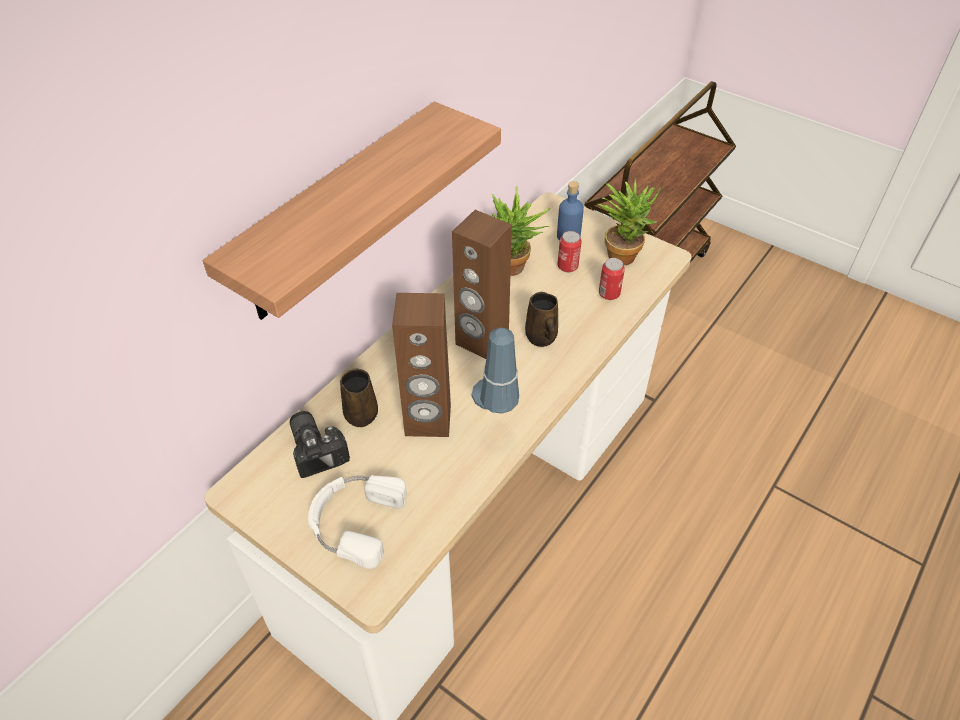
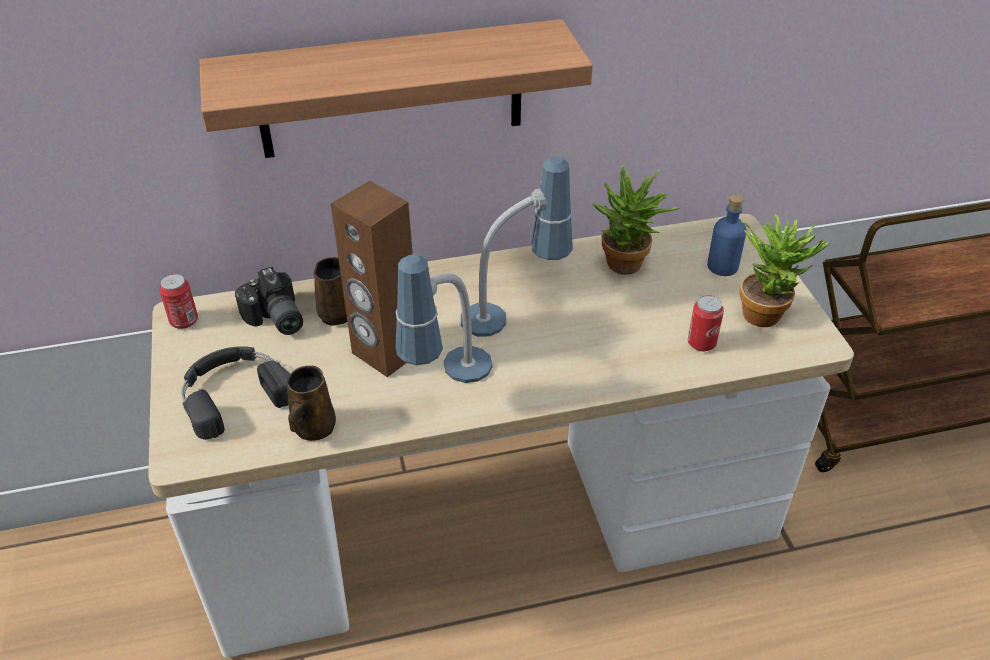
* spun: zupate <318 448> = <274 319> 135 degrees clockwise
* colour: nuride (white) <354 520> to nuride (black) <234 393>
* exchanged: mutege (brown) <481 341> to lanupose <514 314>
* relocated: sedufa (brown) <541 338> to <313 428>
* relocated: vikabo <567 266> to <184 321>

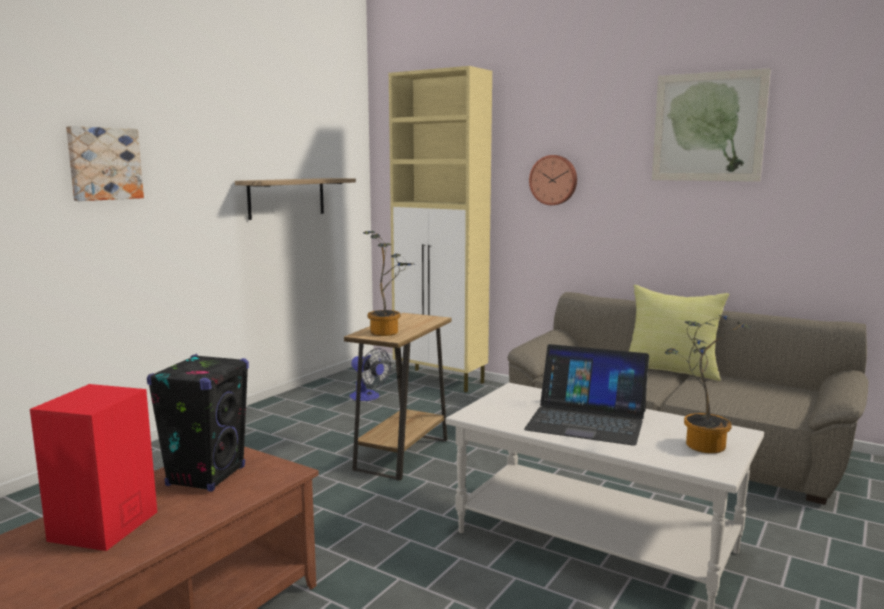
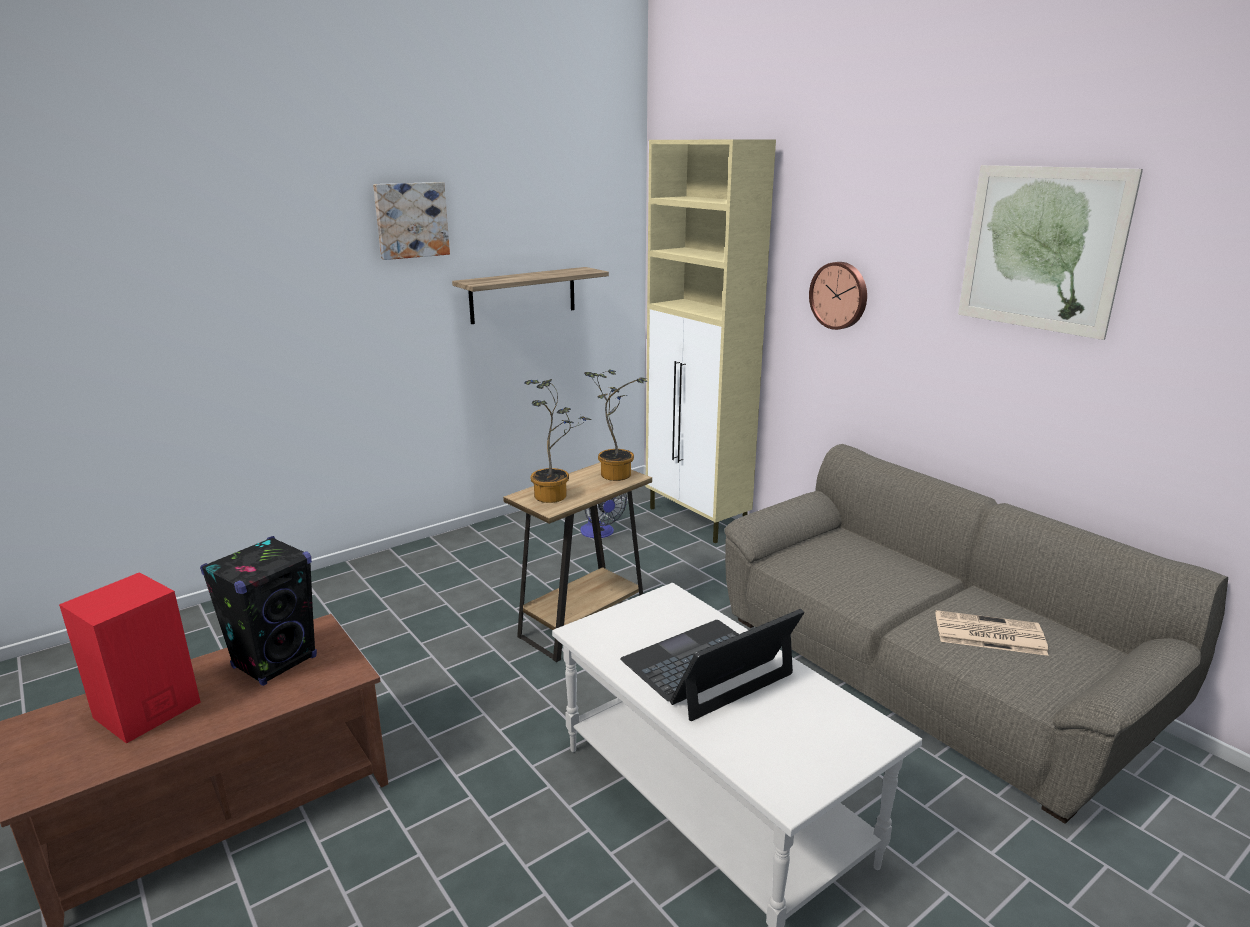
* relocated: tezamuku <104 164> to <411 220>
* spun: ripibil <587 420> = <707 668> 105 degrees clockwise
* missing: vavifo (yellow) <672 369>
* relocated: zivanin <700 444> to <615 473>
* appeared: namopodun <987 634>

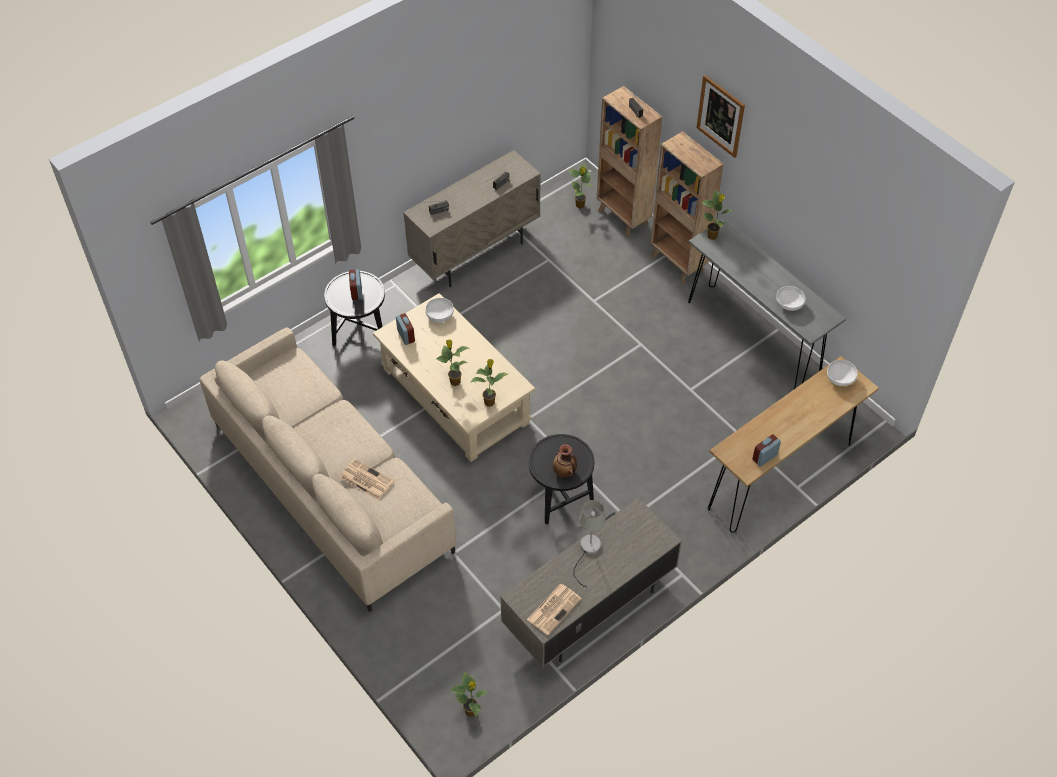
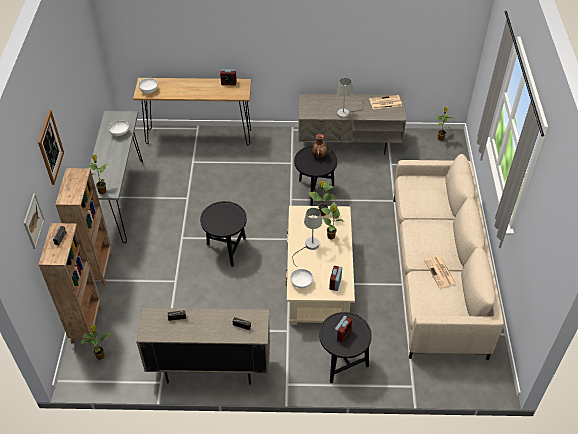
* relocated: namopodun <365 479> to <440 272>
* appeared: tezamuku <33 221>
* appeared: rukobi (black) <226 249>
* appeared: lanupose (grey) <309 247>

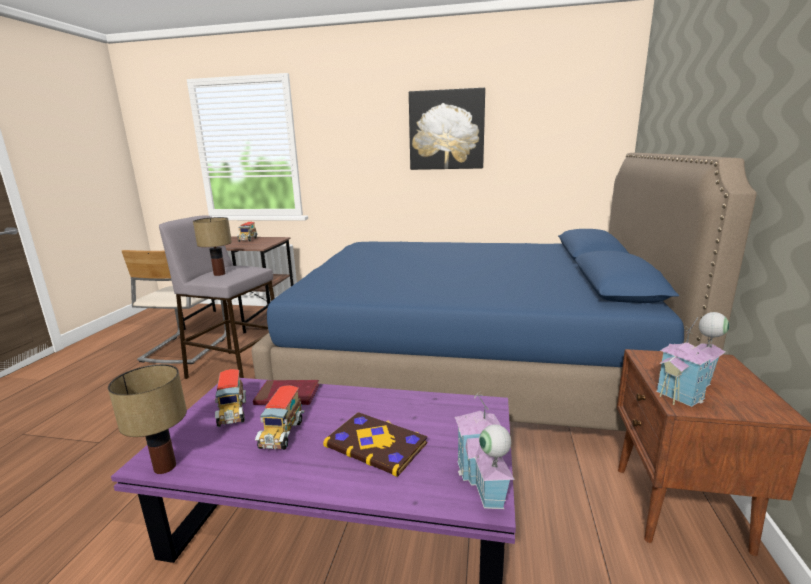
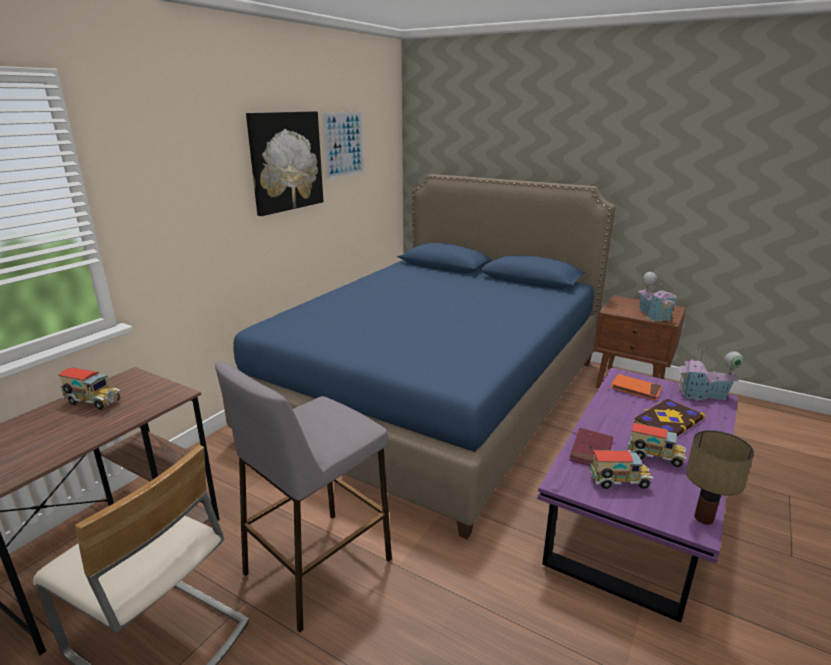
* missing: lanupose <219 274>
* appeared: tezamuku <344 144>
* appeared: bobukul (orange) <635 389>

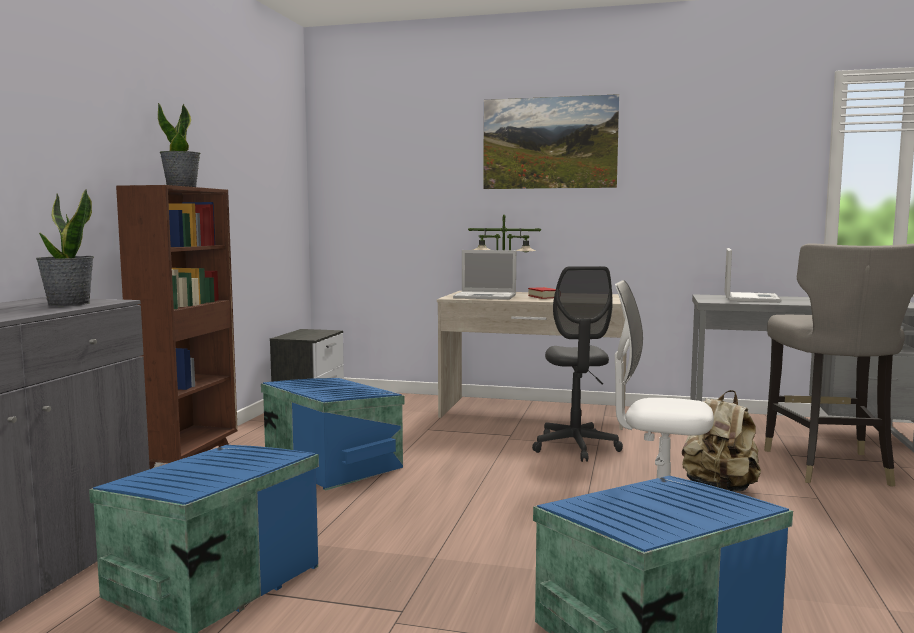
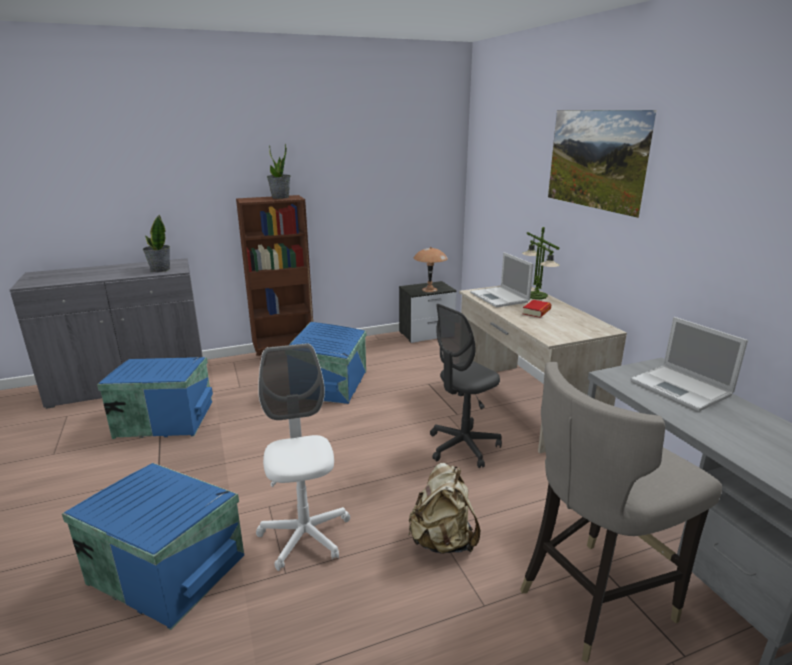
* spun: ripibil <750 298> = <682 388> 75 degrees clockwise
* appeared: lanupose (brown) <429 290>

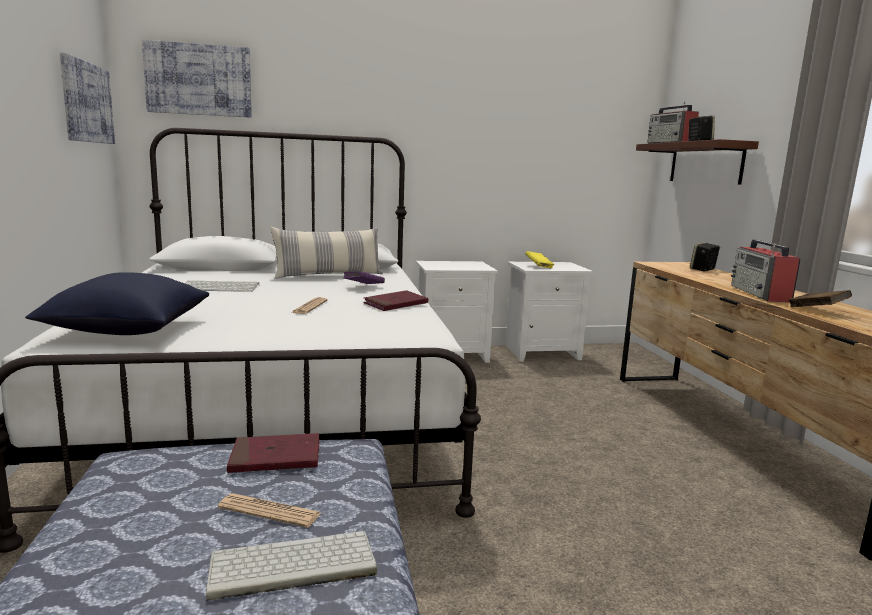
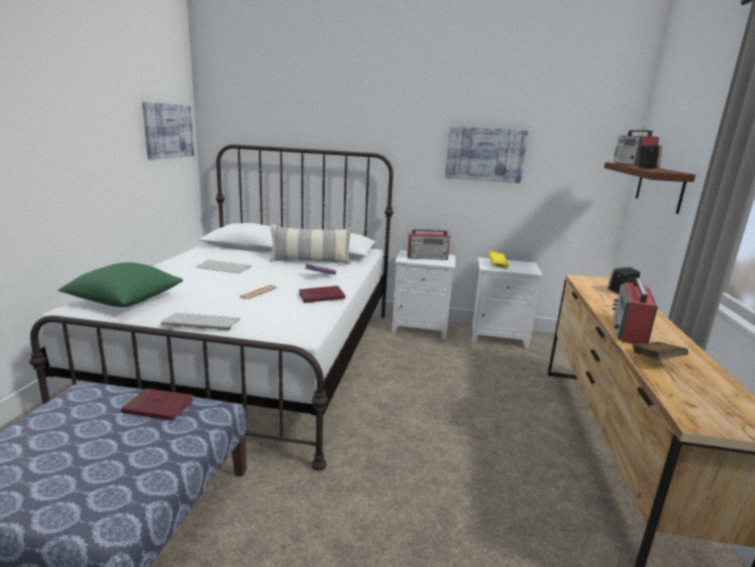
* colour: vavifo (blue) <128 330> to vavifo (green) <125 301>
* relocated: tezamuku <199 80> to <485 154>
* relocated: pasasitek <290 566> to <200 322>
* missing: namopodun <269 511>
* appeared: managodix <428 257>

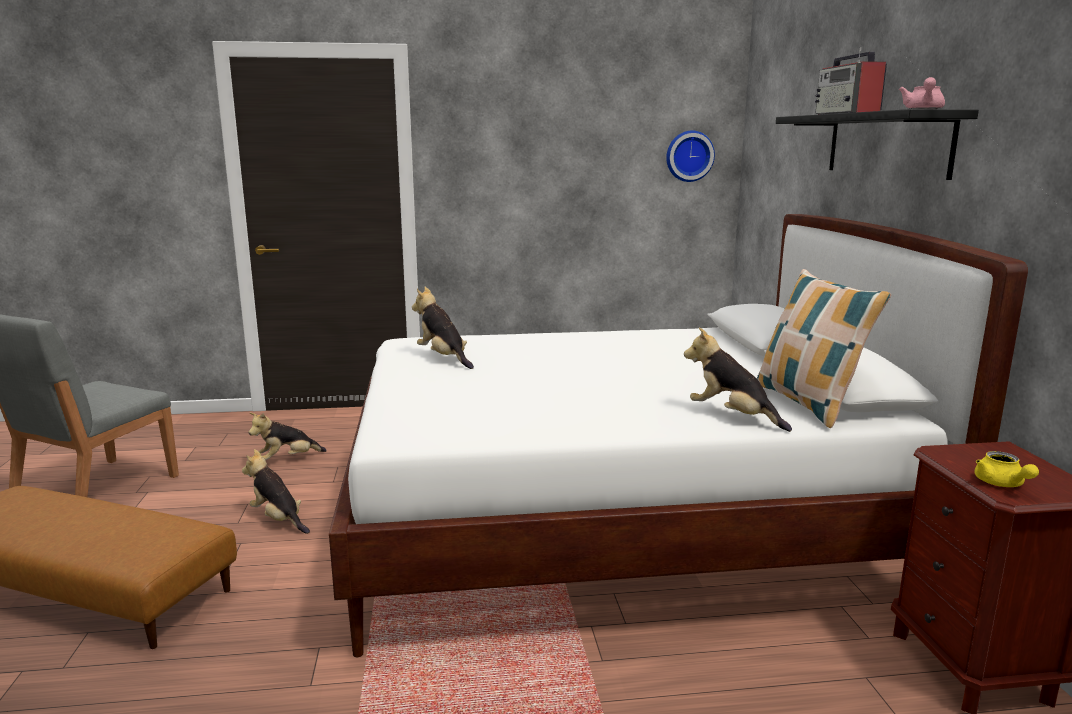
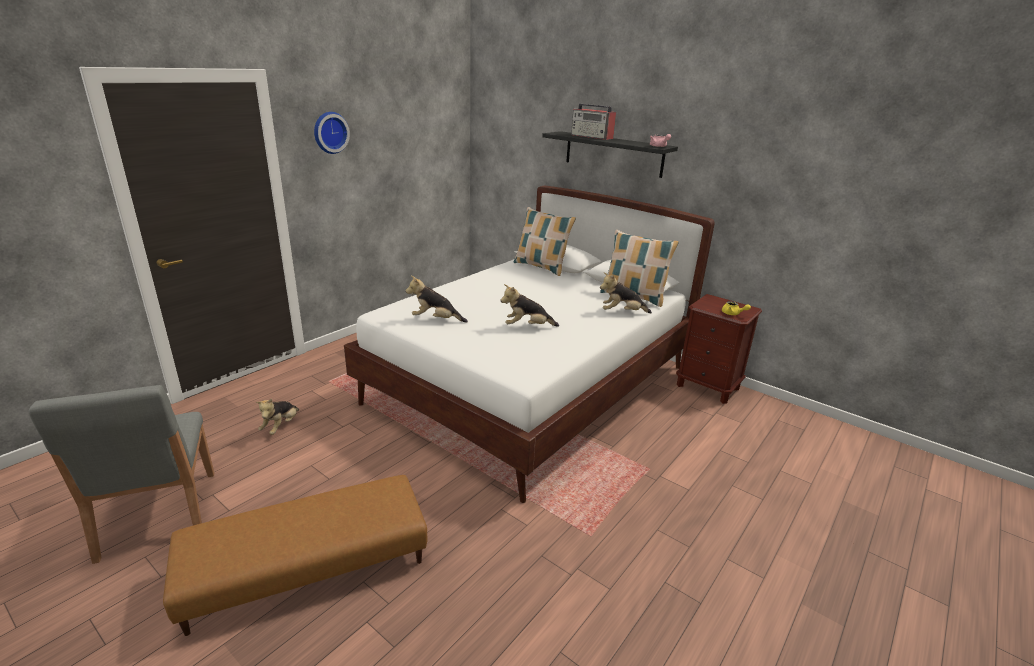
* relocated: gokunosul <278 519> to <527 327>
* relocated: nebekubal <689 156> to <329 132>
* appeared: vavifo <541 267>

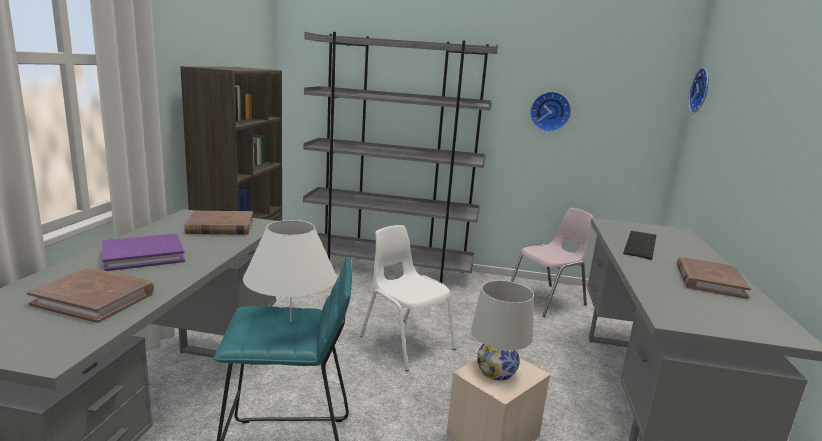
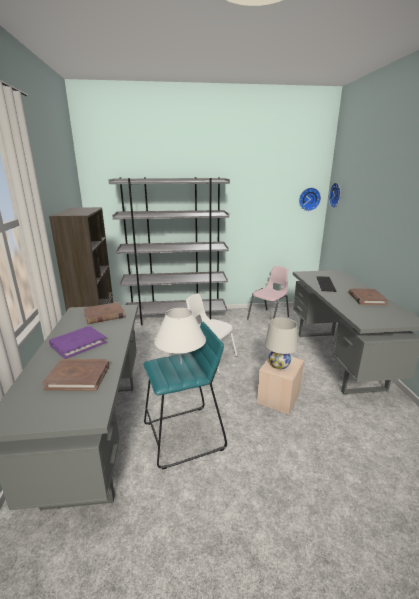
* relocated: nebekubal <550 111> to <309 199>

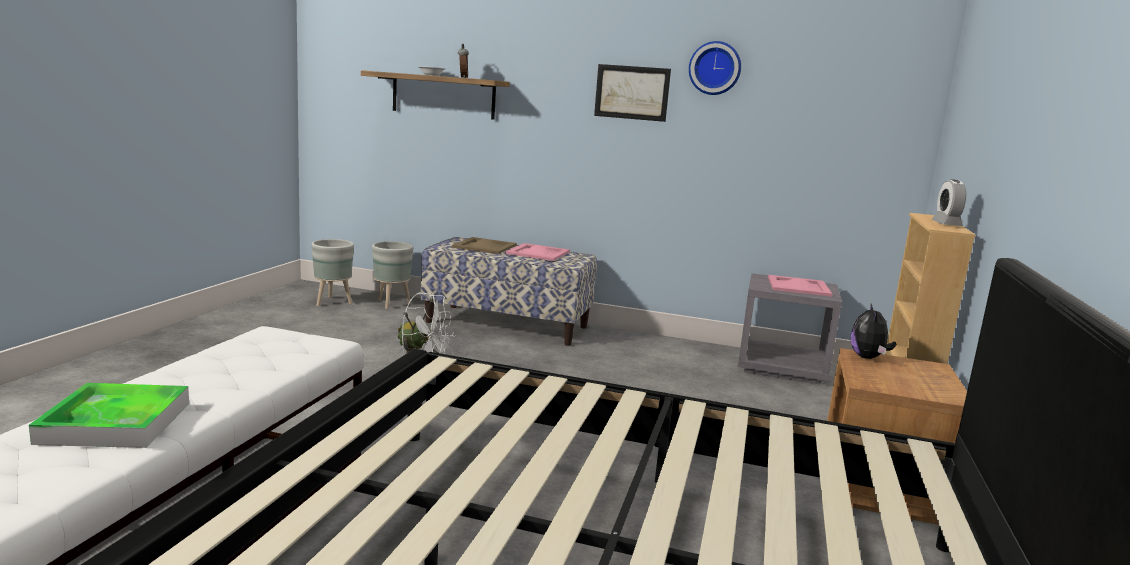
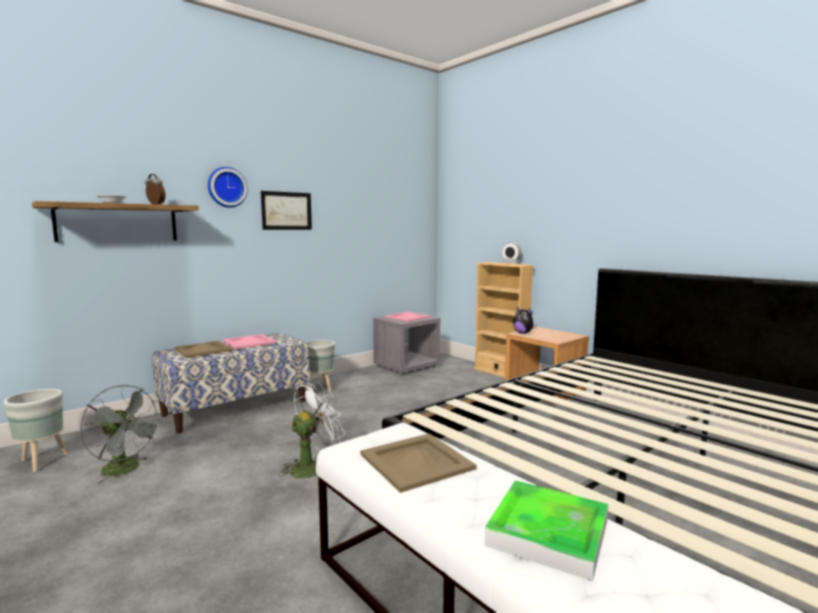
* relocated: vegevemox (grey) <391 303> to <319 389>
* relocated: nebekubal <715 68> to <226 187>
* appeared: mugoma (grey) <126 470>
* appeared: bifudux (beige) <416 462>

